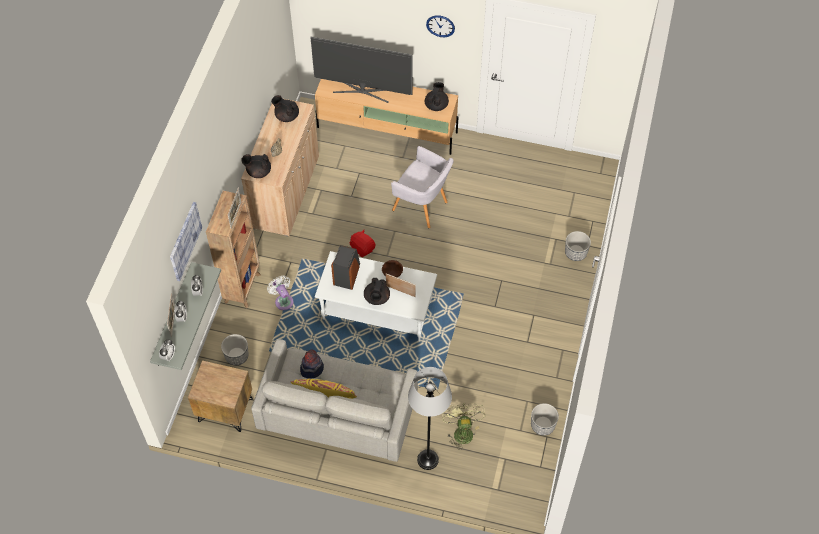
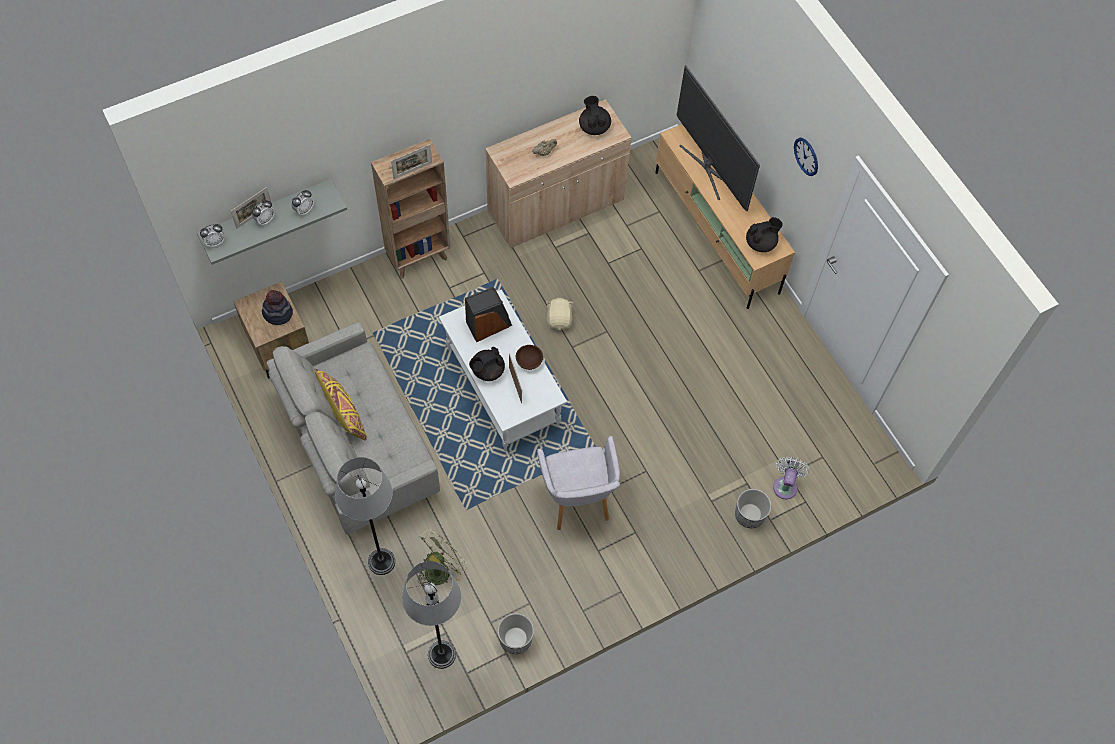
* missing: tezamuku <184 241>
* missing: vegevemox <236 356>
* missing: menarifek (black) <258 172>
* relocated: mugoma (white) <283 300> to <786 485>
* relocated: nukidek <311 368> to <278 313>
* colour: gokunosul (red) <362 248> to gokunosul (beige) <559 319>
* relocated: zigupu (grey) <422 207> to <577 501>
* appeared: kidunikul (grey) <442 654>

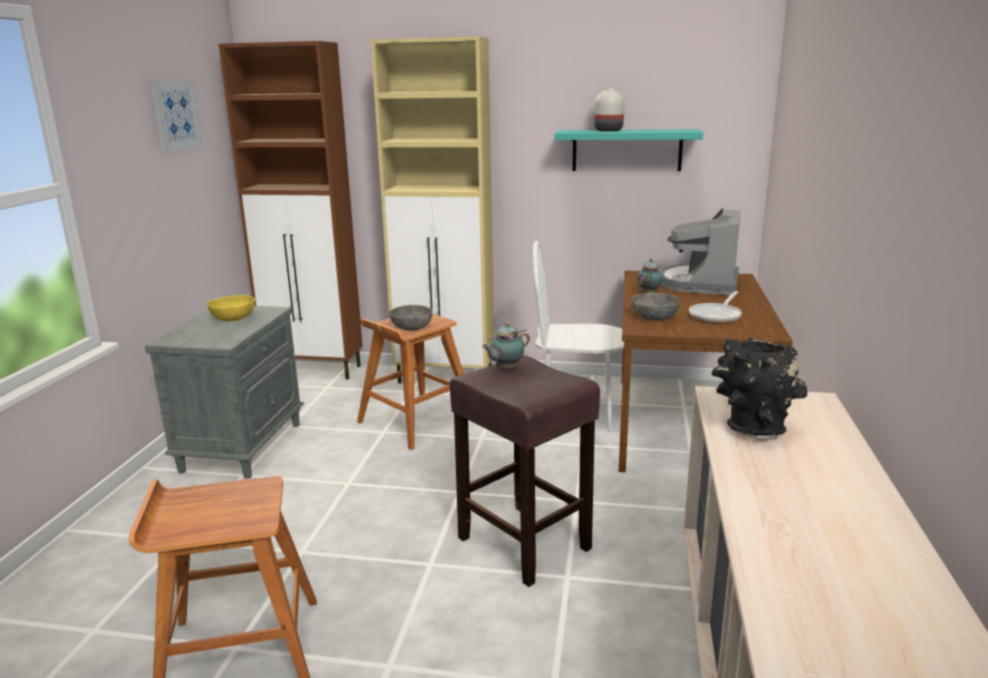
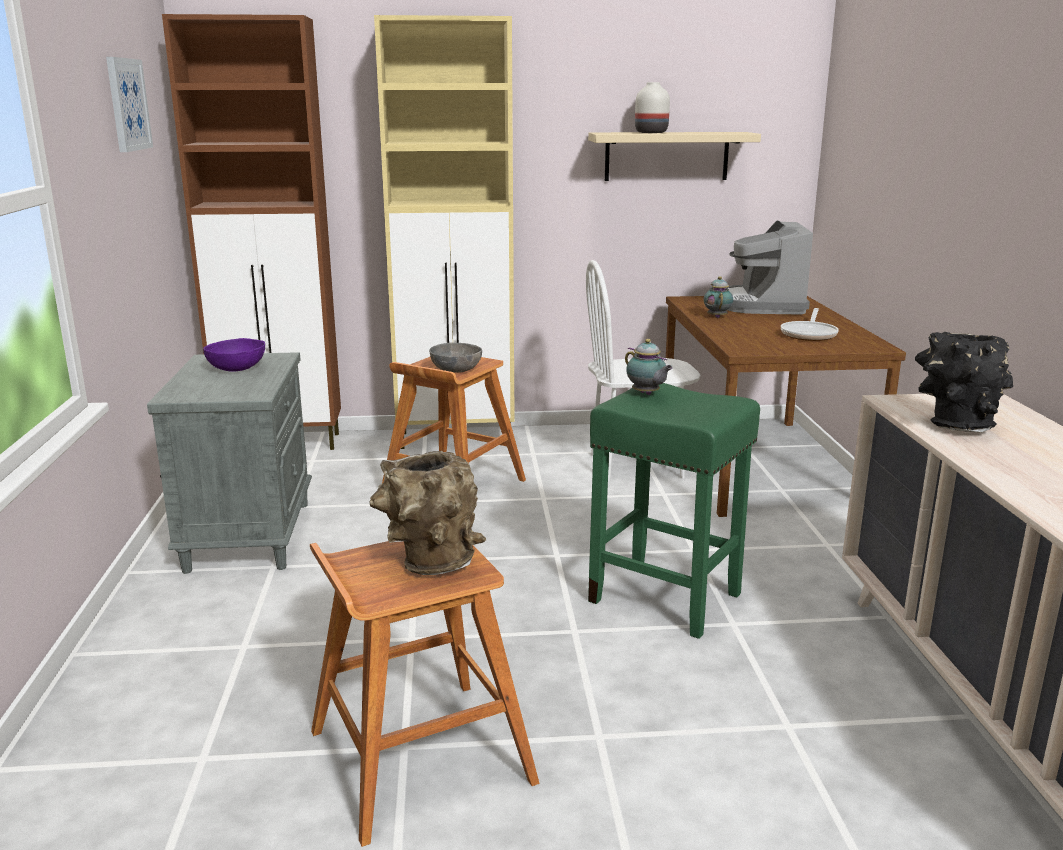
* colour: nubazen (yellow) <233 318> to nubazen (purple) <237 368>
* colour: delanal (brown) <526 544> to delanal (green) <667 598>
* spun: menarifek <506 369> = <646 394> 75 degrees counterclockwise
* colour: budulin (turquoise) <626 150> to budulin (beige) <666 156>
* missing: nubazen (grey) <654 317>
* appeared: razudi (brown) <429 565>

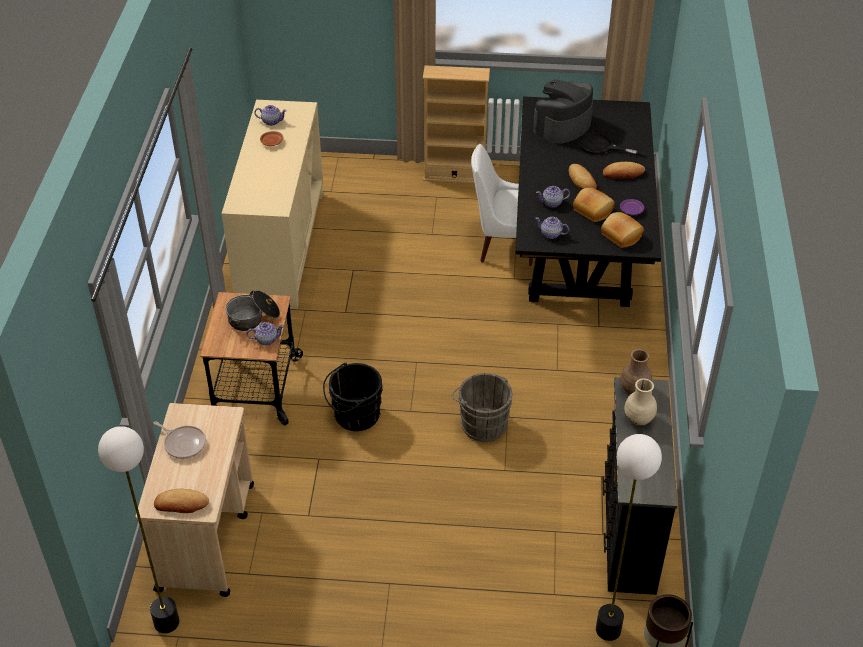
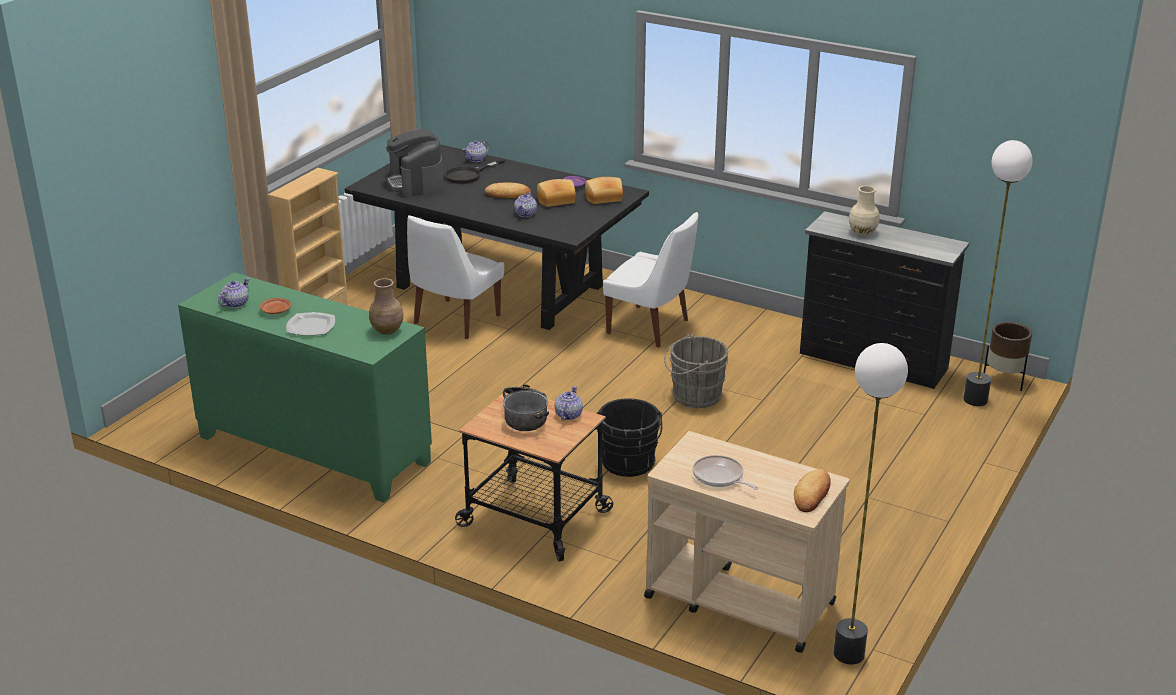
* spun: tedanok <183 443> = <720 477> 105 degrees counterclockwise
* colour: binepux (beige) <280 247> to binepux (green) <313 450>
* relocated: menarifek <551 234> to <476 159>
* missing: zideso <623 173>
* relocated: razudi (brown) <634 389> to <387 330>
* appeared: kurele <311 326>
* appeared: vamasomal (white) <651 327>

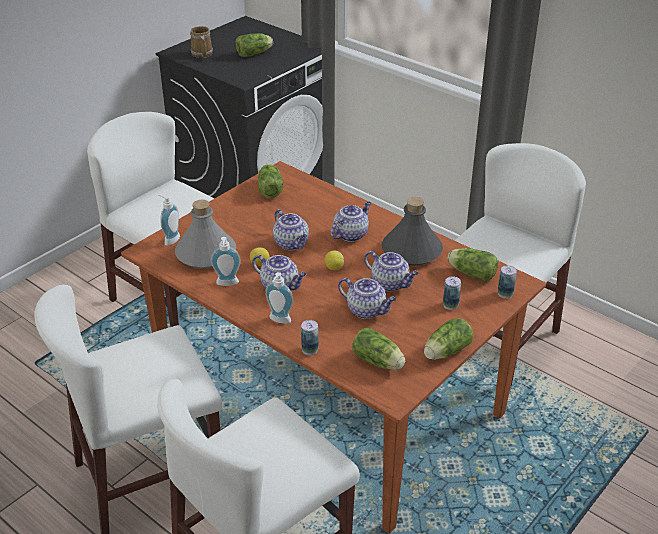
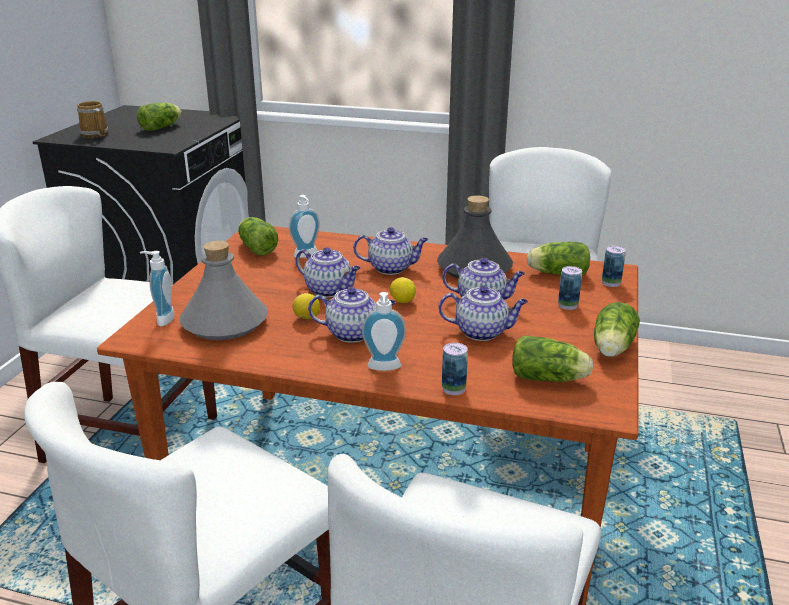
* relocated: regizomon <227 284> to <307 255>
* spun: menarifek <351 234> = <391 268> 75 degrees clockwise

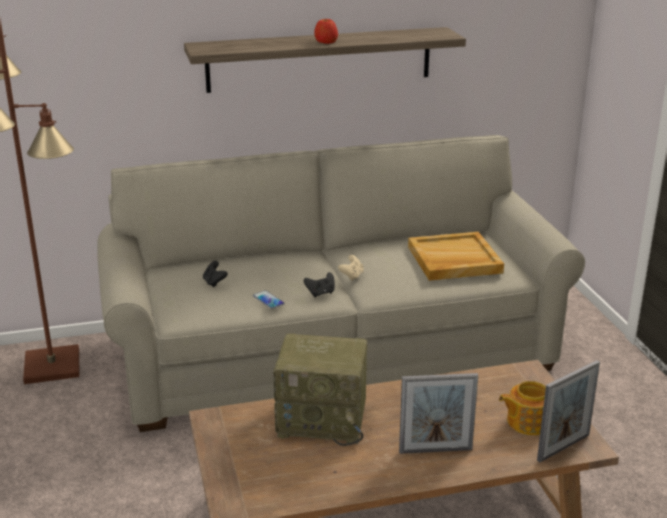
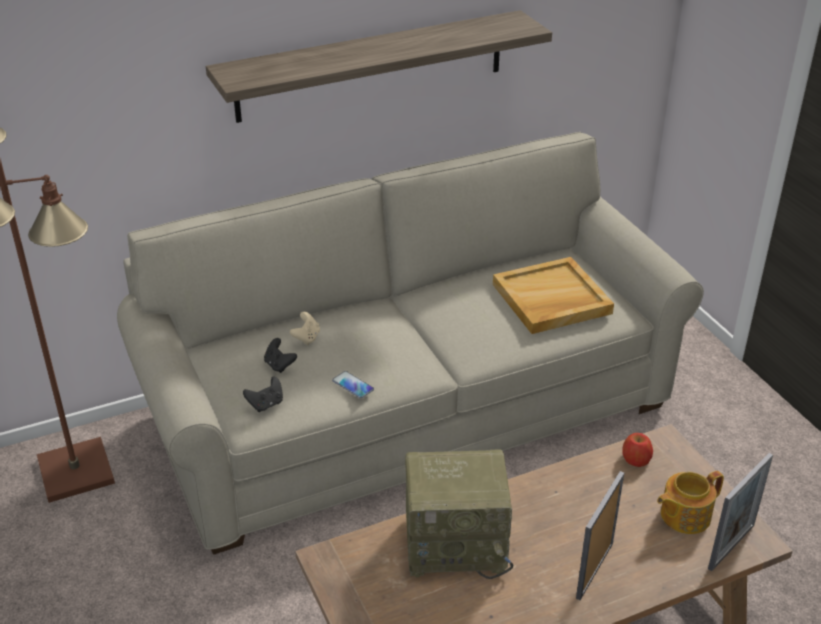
* relocated: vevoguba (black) <321 293> to <266 404>
* relocated: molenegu <326 42> to <636 459>
* relocated: vevoguba (beige) <351 276> to <306 338>
* spun: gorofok <435 450> = <594 570> 135 degrees clockwise

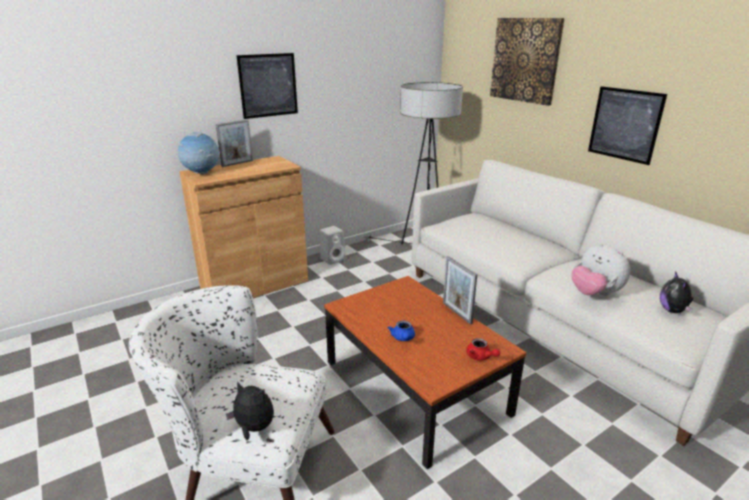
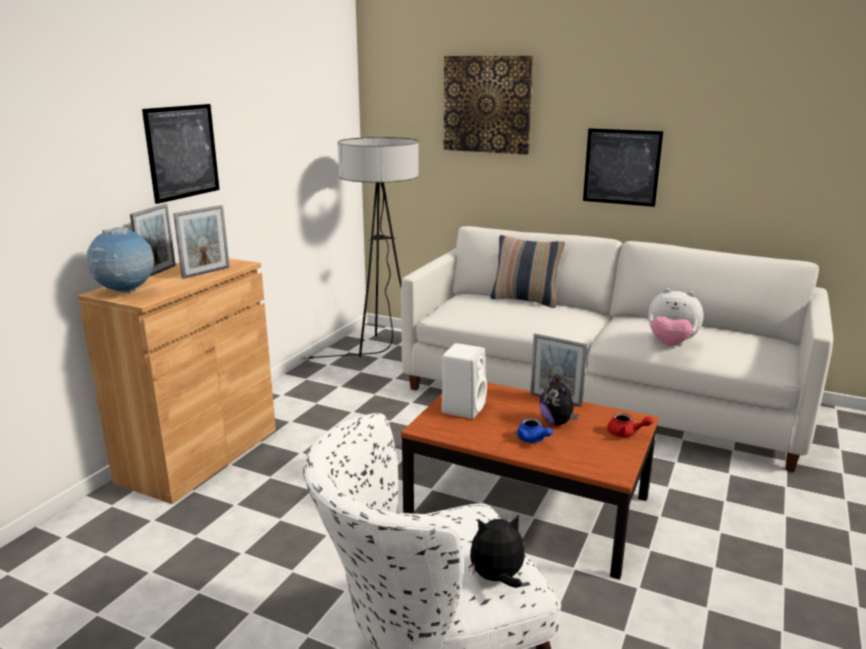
* relocated: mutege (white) <333 259> to <463 408>
* relocated: gokunosul <673 310> to <557 422>
* appeared: gorofok <206 272>
* appeared: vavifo <525 300>

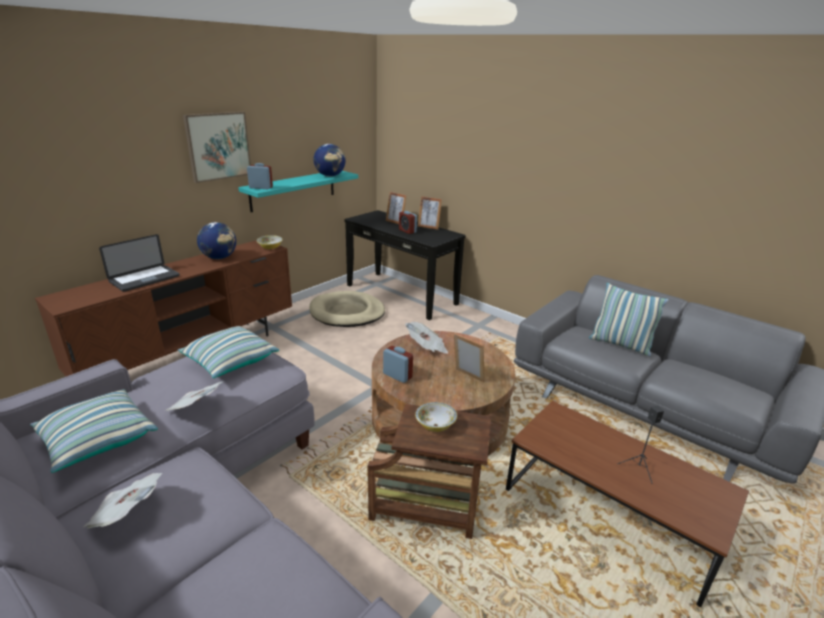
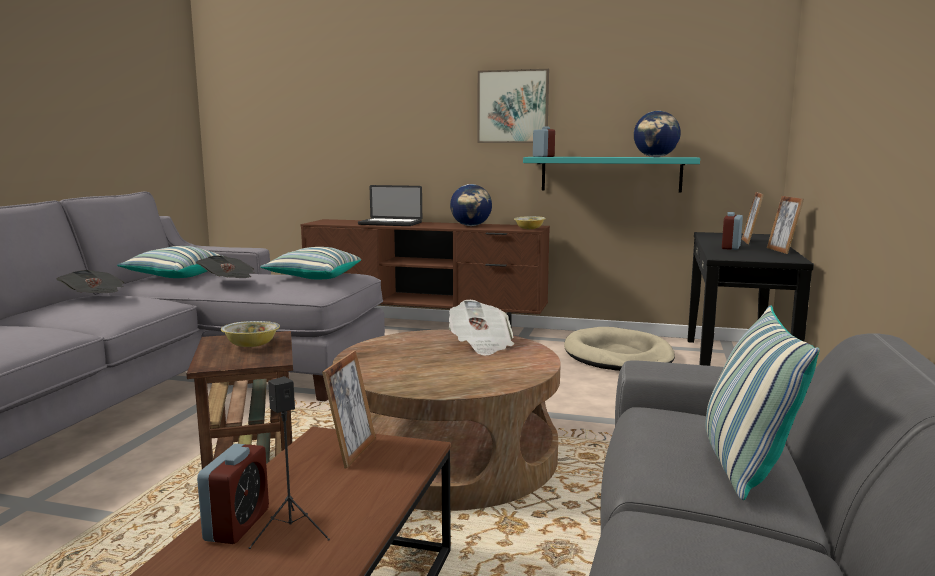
* relocated: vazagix <397 376> to <237 525>
* relocated: gorofok <467 377> to <352 451>

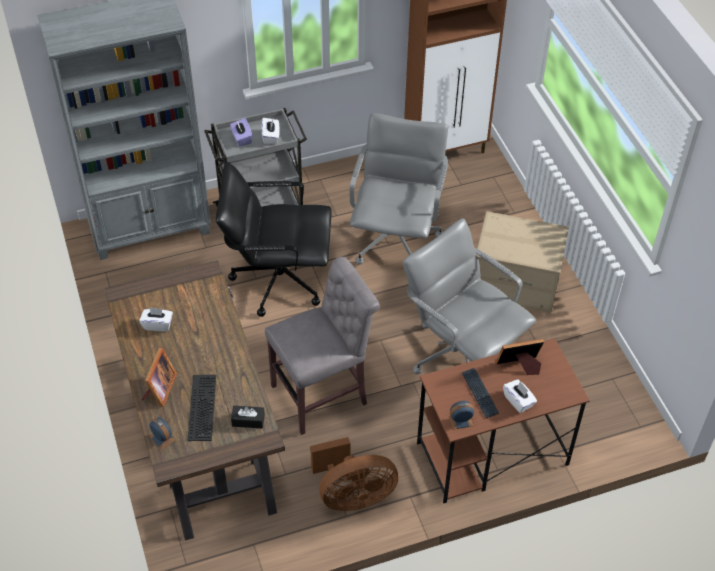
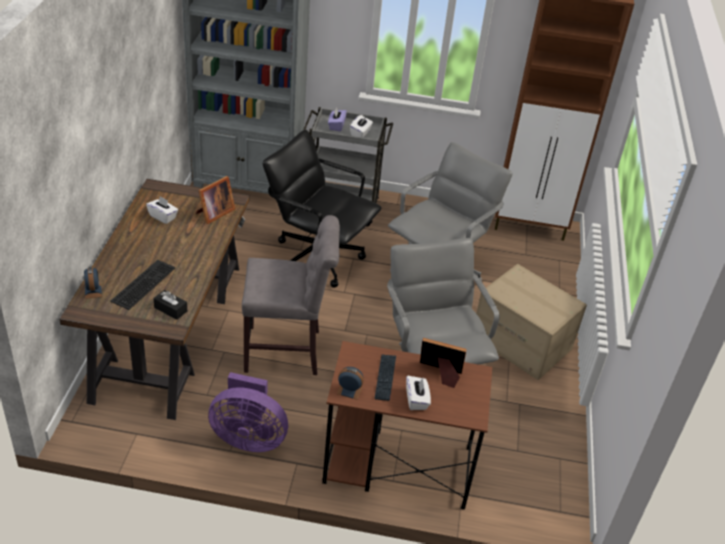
* relocated: gorofok <159 390> to <214 213>
* colour: mugoma (brown) <352 495> to mugoma (purple) <248 437>

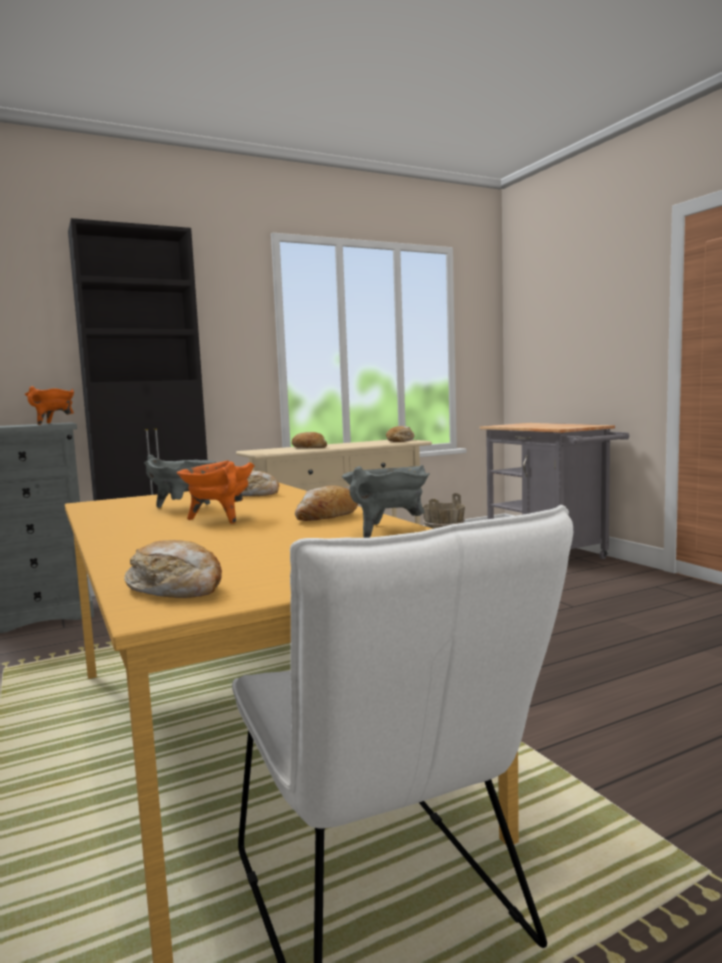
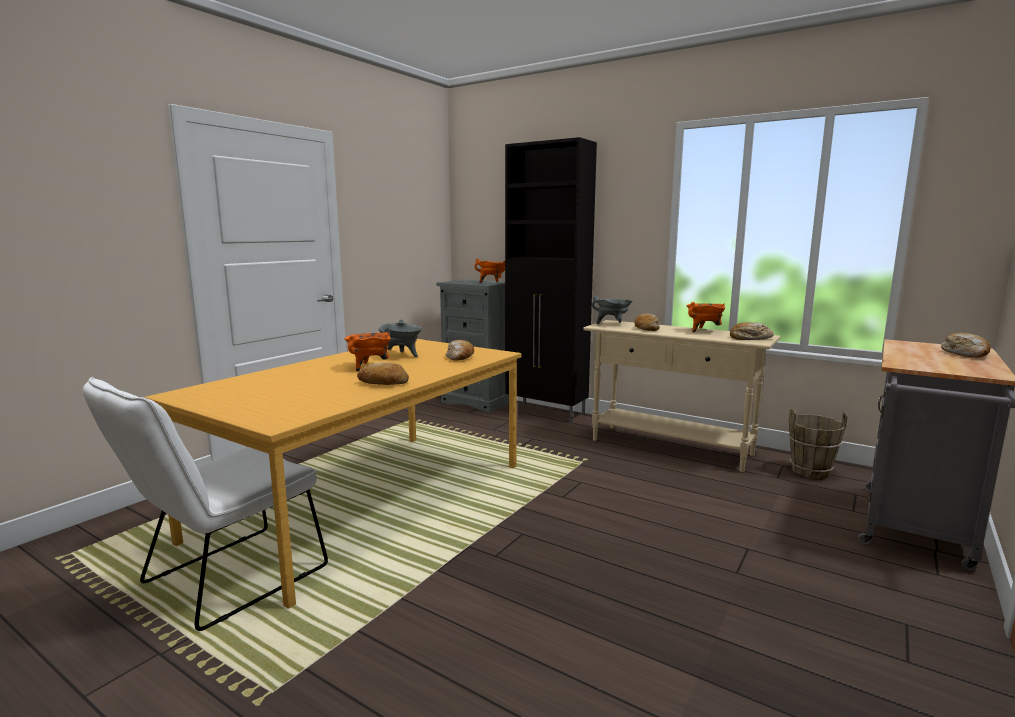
* relocated: zideso <177 588> to <965 354>
* relocated: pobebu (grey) <387 530> to <612 324>
* appeared: pobebu (orange) <704 331>

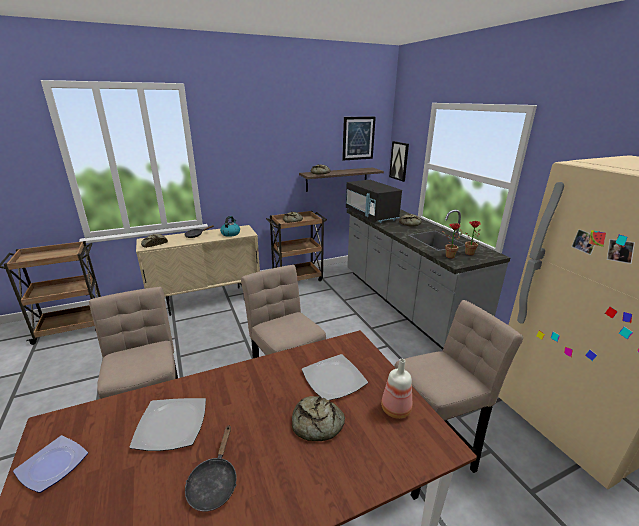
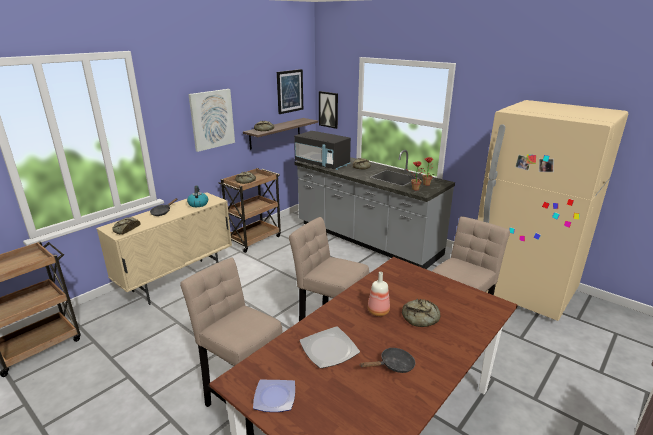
* spun: tedanok (black) <214 483> = <393 365> 90 degrees counterclockwise
* missing: kurele <334 378>
* relocated: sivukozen <396 410> to <379 311>
* appeared: tezamuku <212 119>

